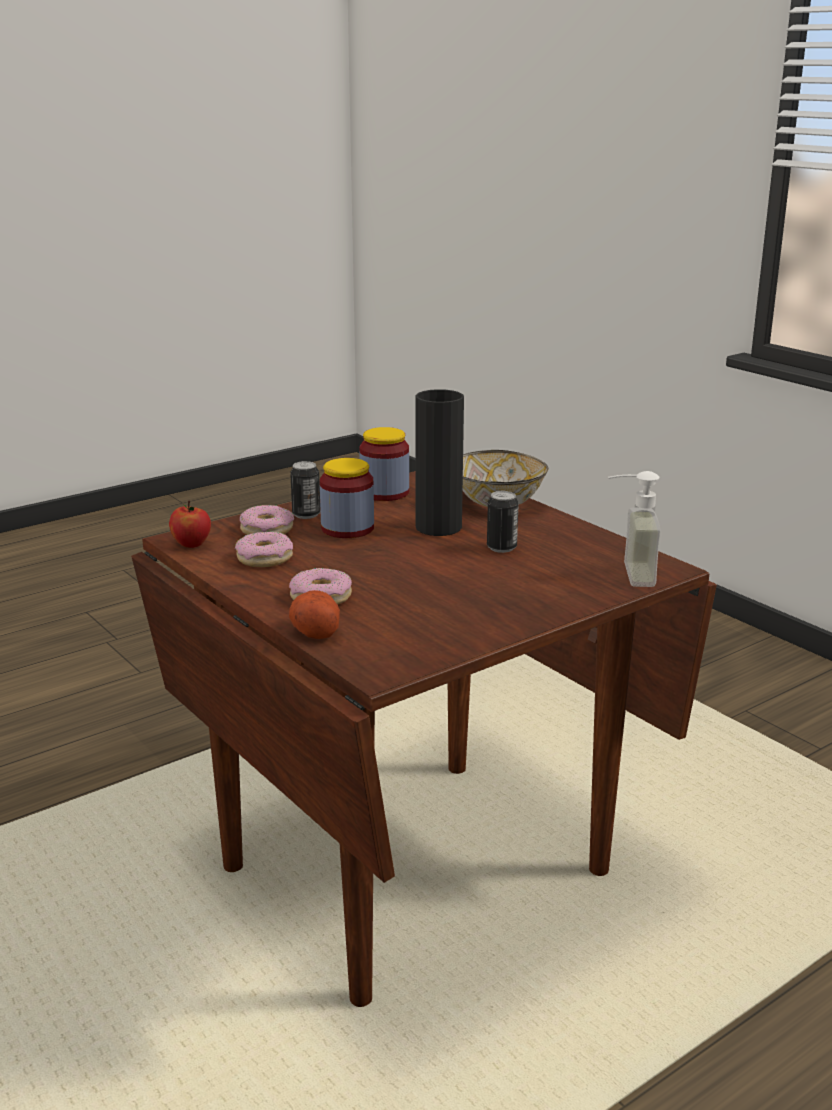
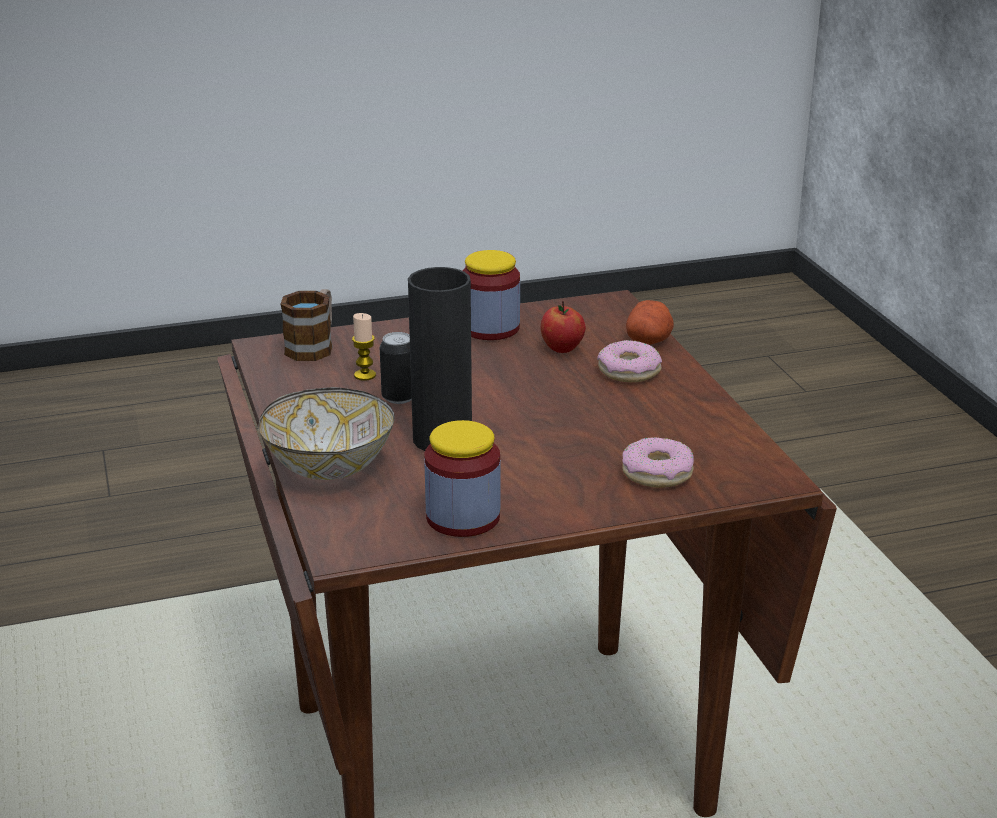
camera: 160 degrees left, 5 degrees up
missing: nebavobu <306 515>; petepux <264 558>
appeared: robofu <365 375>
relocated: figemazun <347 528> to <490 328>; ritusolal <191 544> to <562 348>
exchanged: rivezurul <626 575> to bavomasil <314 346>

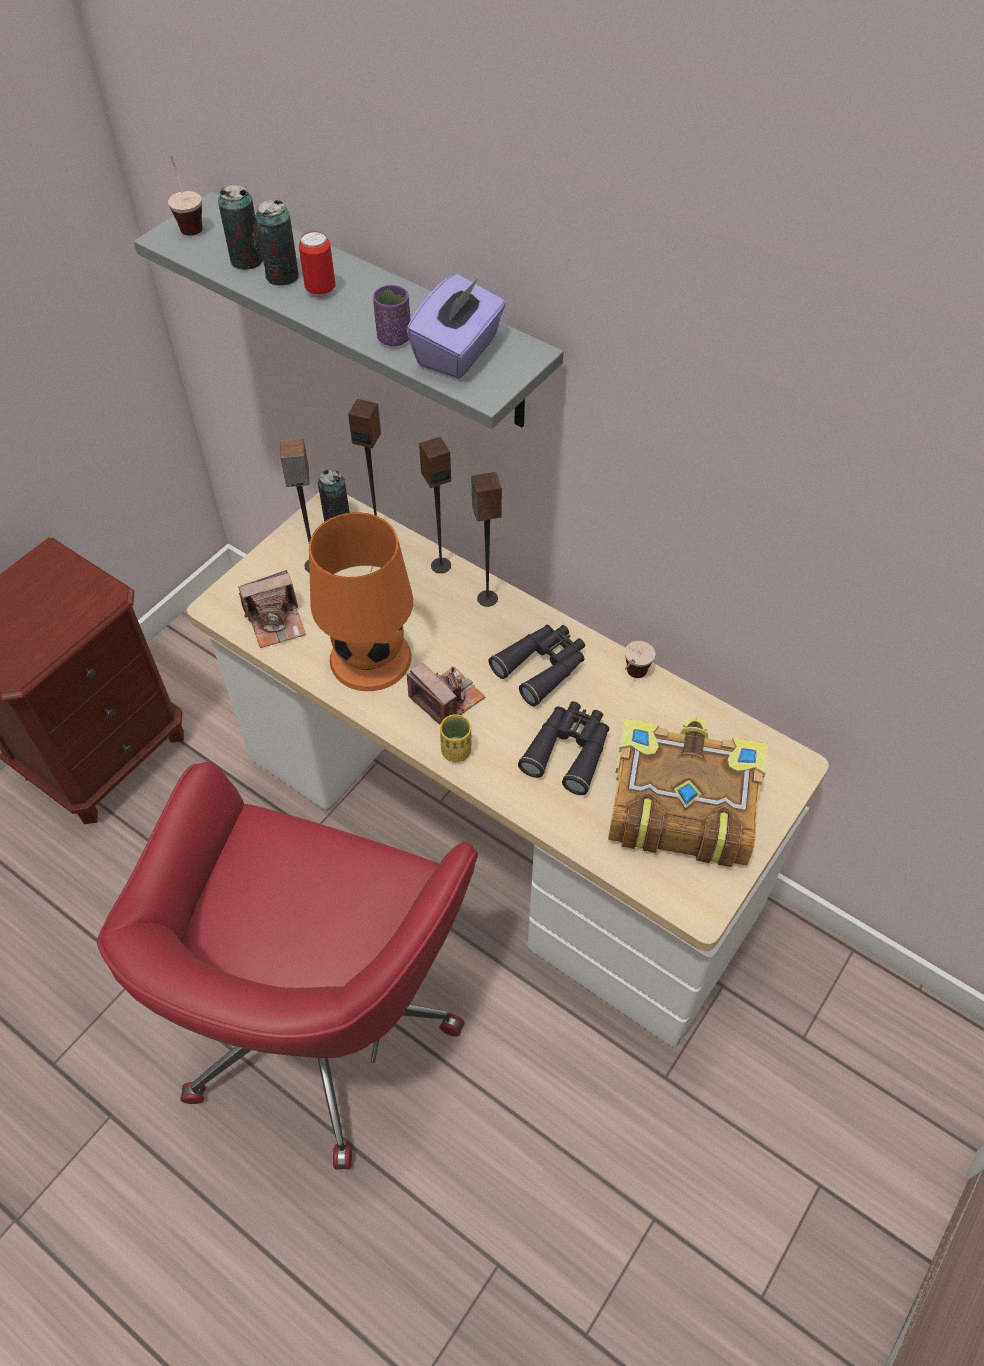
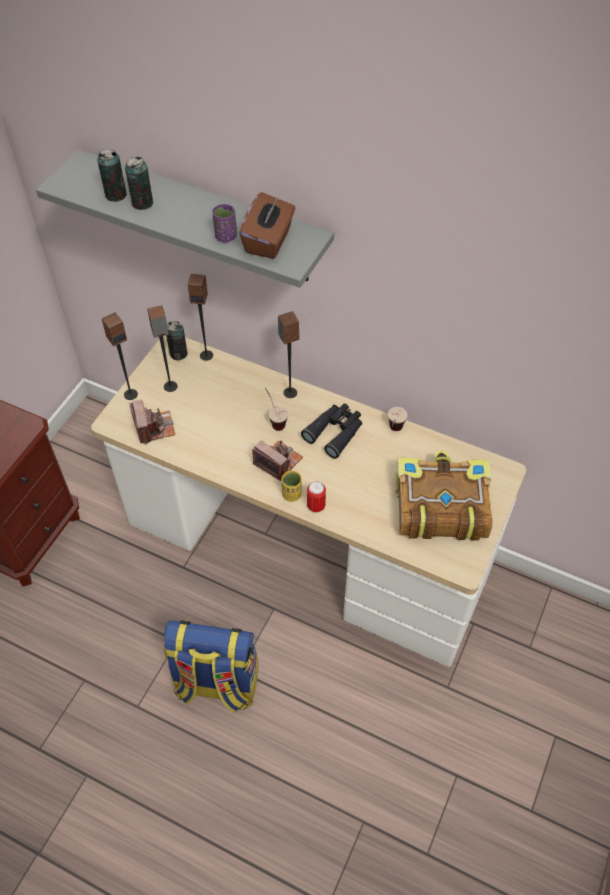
camera: 10 degrees left, 0 degrees up
missing: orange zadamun <369 658>; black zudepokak <569 750>
relocated: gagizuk <189 223> to <274 420>; nebavobu <320 290> to <316 506>; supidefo <440 565> to <130 394>
exchanged: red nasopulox <323 1012> to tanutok <216 684>
colour: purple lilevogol <458 352> to brown lilevogol <269 241>
spun: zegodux <276 622> = <154 427> 75 degrees counterclockwise

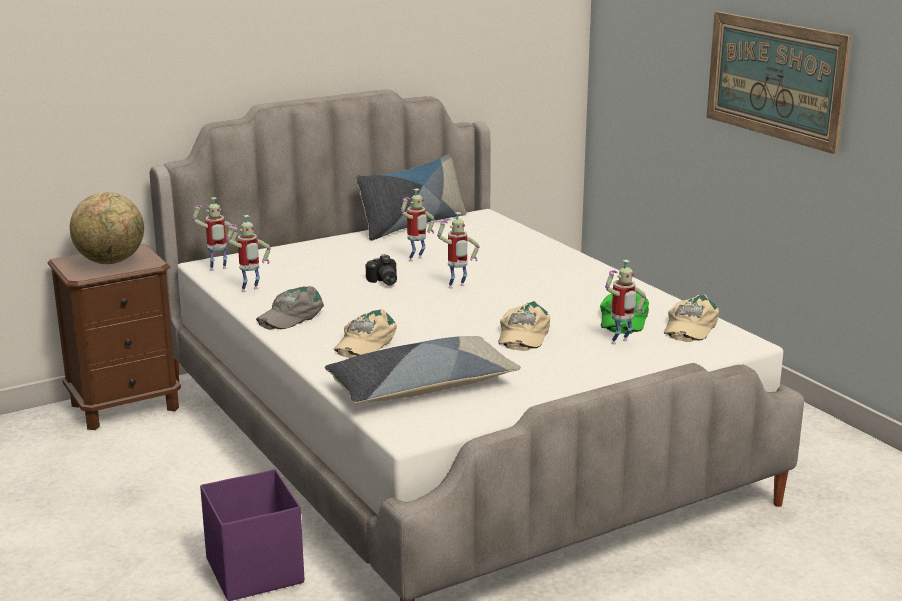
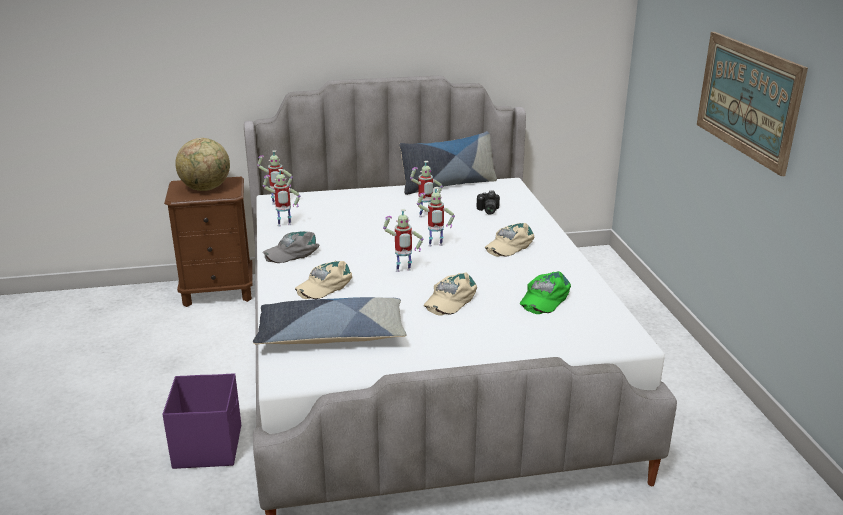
camera: 20 degrees right, 5 degrees up
relocated: zegodux <383 281> to <487 210>; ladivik <621 343> to <403 271>; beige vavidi <689 326> to <509 245>

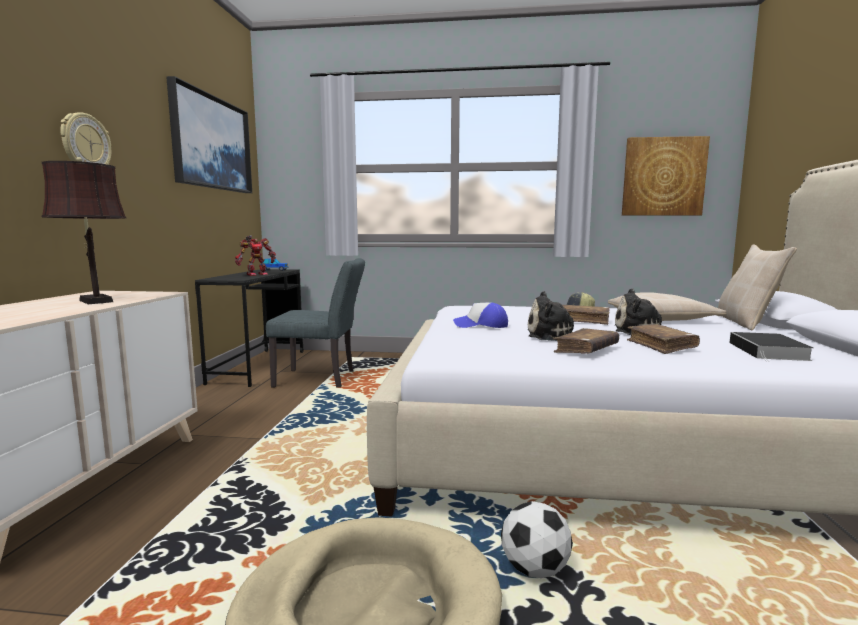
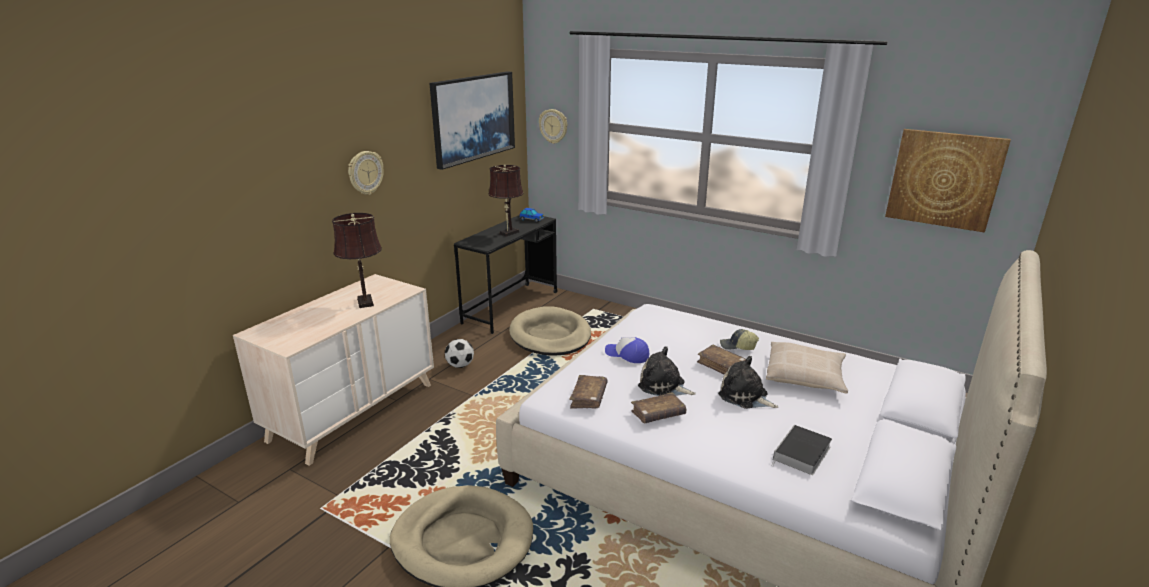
camera: 25 degrees right, 15 degrees up
missing: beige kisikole <747 323>
appeared: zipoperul <553 126>
relocated: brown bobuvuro <661 346> to <588 397>; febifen <535 569> to <460 365>
exchanged: ladivik <256 274> to brown zadamun <507 233>; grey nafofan <321 379> to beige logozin <550 335>

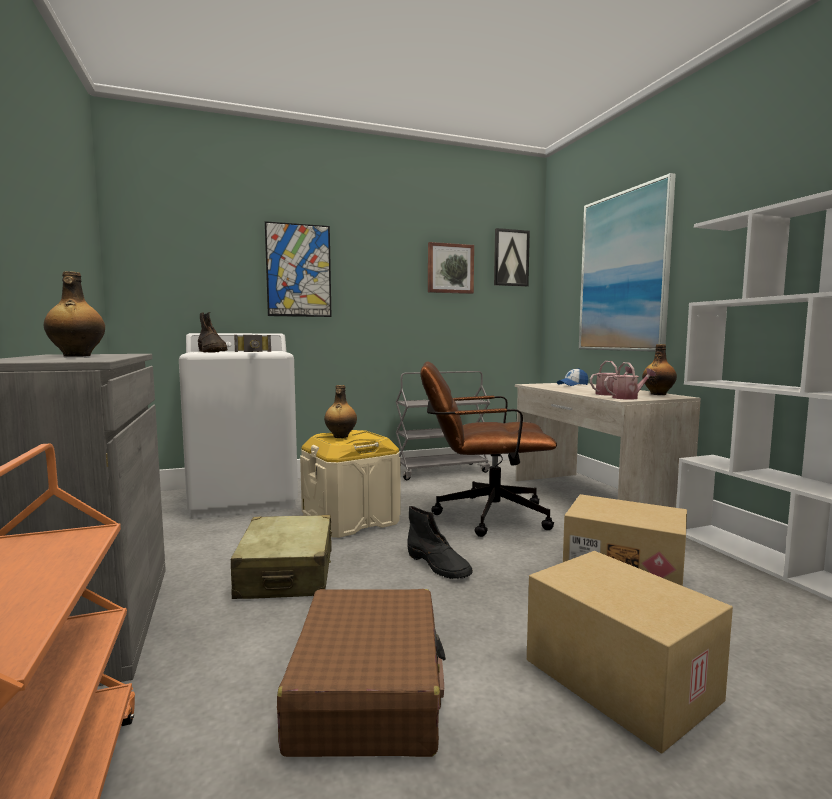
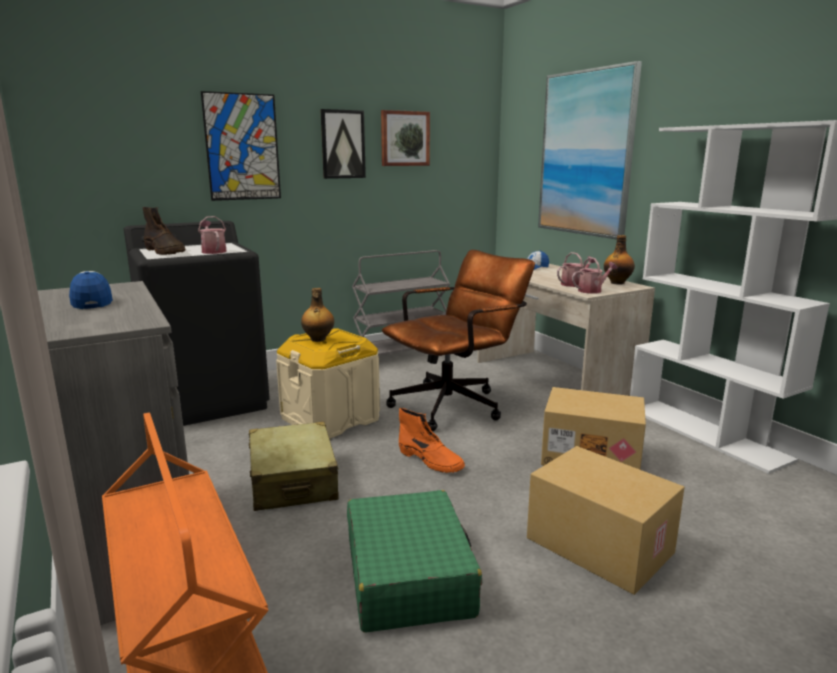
camera: 10 degrees left, 10 degrees up
relocated: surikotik <511 258> to <342 144>
exchanged: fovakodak <76 356> to vavidi <92 301>; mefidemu <254 352> to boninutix <213 251>
colour: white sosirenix <244 498> to black sosirenix <208 400>; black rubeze <438 565> to orange rubeze <431 460>; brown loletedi <368 689> to green loletedi <408 575>
spun: brown nasopulox <482 515> = <455 404> 150 degrees clockwise

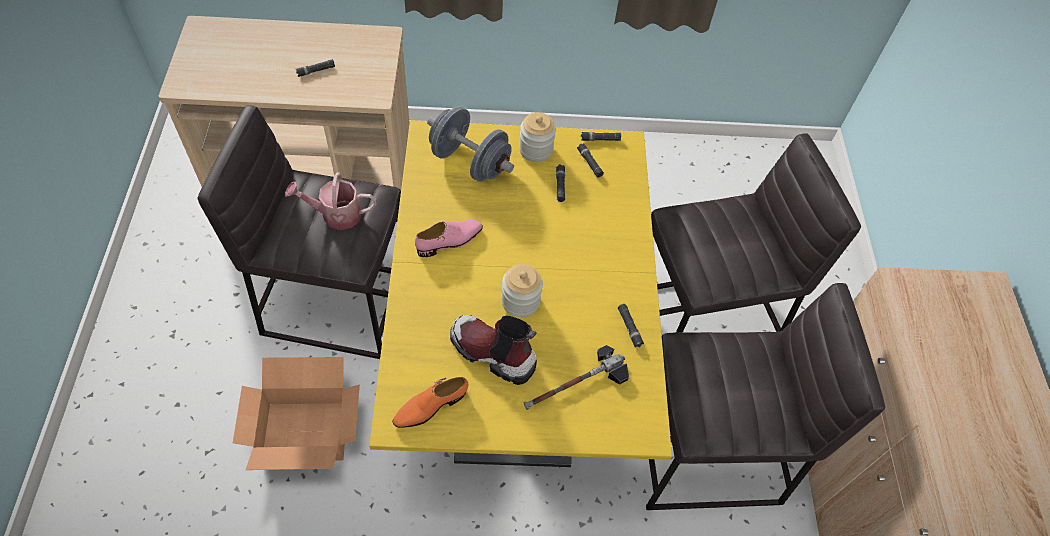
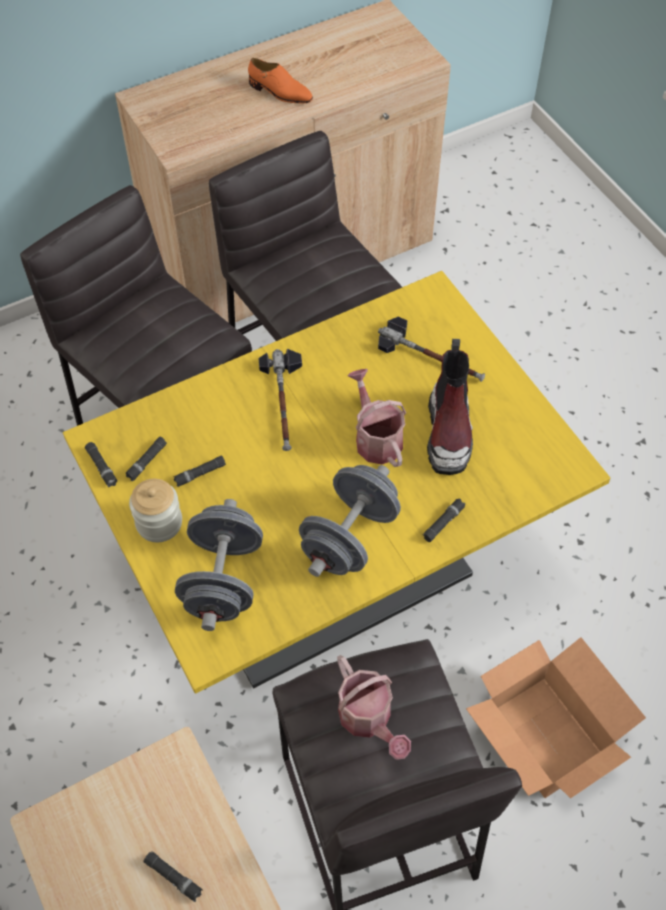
camera: 115 degrees left, 0 degrees up
appeared: mefidemu <284 402>
relocated: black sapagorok <629 327> to <443 523>; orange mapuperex <430 406> to <280 92>
exchanged: pink mapuperex <450 241> to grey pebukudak <349 537>; figemazun <520 301> to boninutix <376 438>

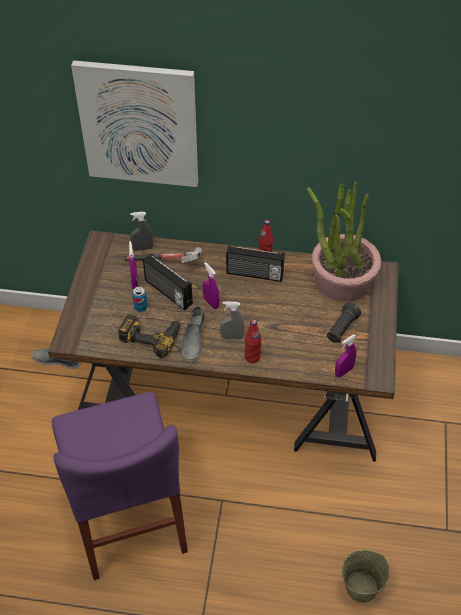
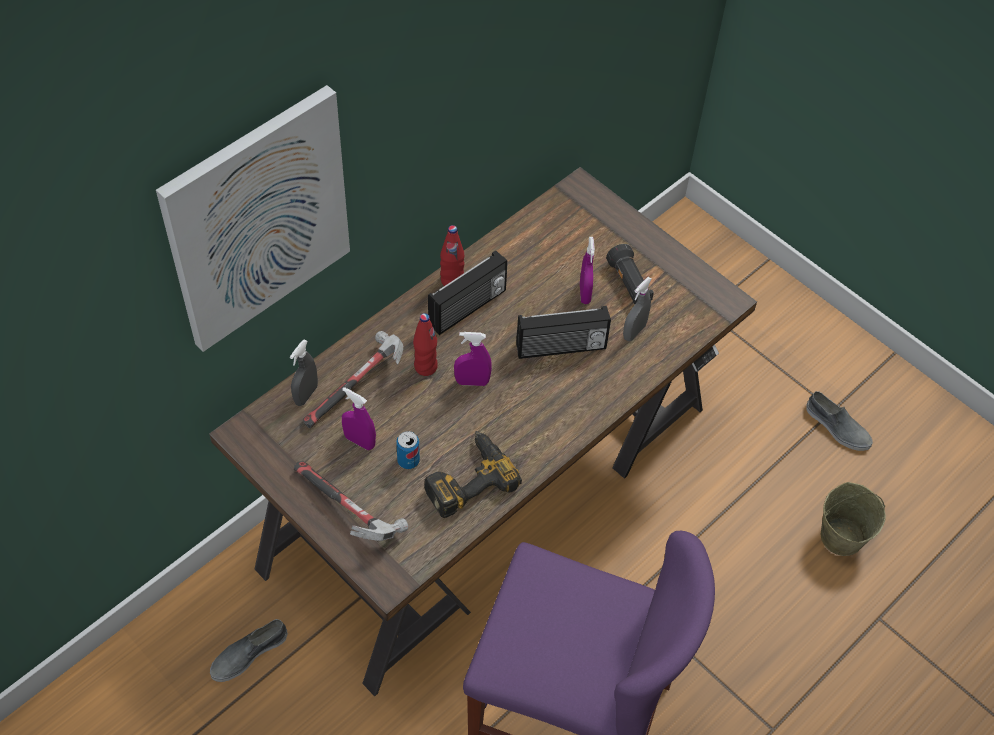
camera: 55 degrees left, 5 degrees up
missing: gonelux <342 280>
appeared: mefidemu <347 511>
relocated: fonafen <167 293> to <561 348>; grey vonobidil <232 337> to <634 332>; grey mapuperex <193 339> to <837 427>; red fovakodak <252 357> to <425 367>; purple vonobidil <343 371> to <584 293>

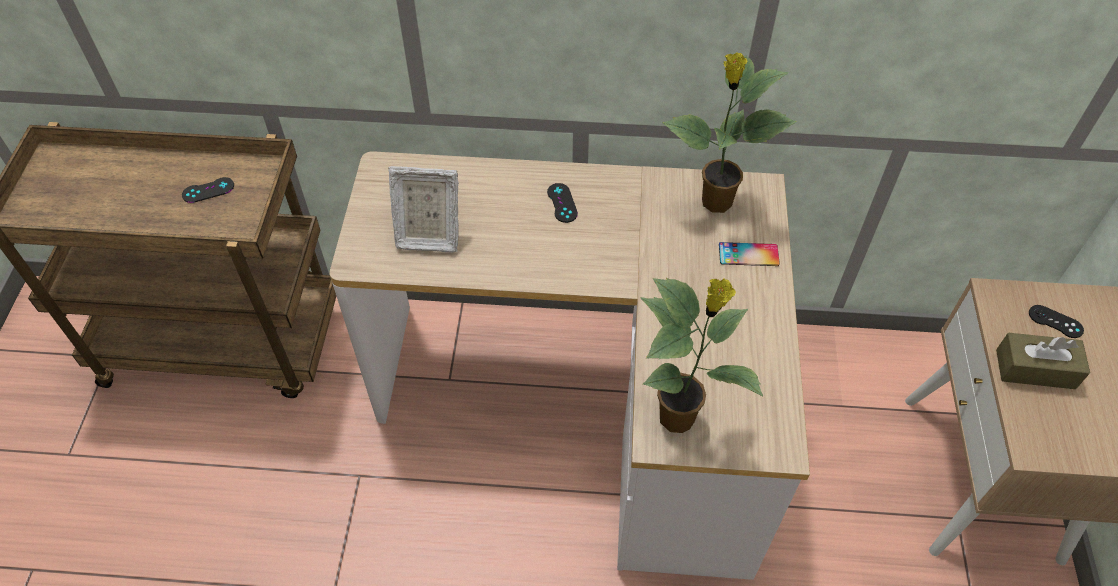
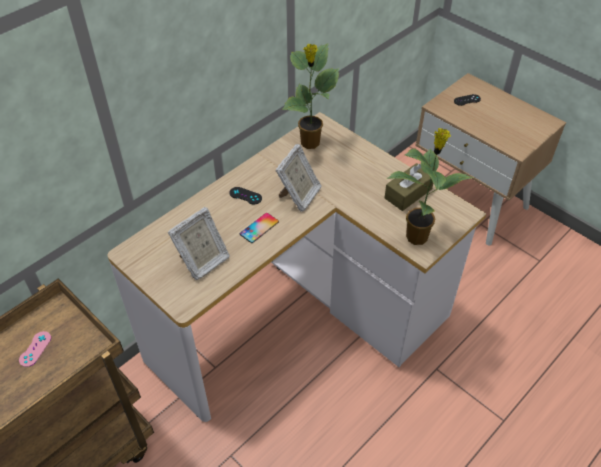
camera: 50 degrees left, 5 degrees down
appeared: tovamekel <299 196>
relocated: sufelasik <748 254> to <259 228>; brown lilevogol <1035 369> to <408 193>
colour: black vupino <208 190> to pink vupino <35 349>

